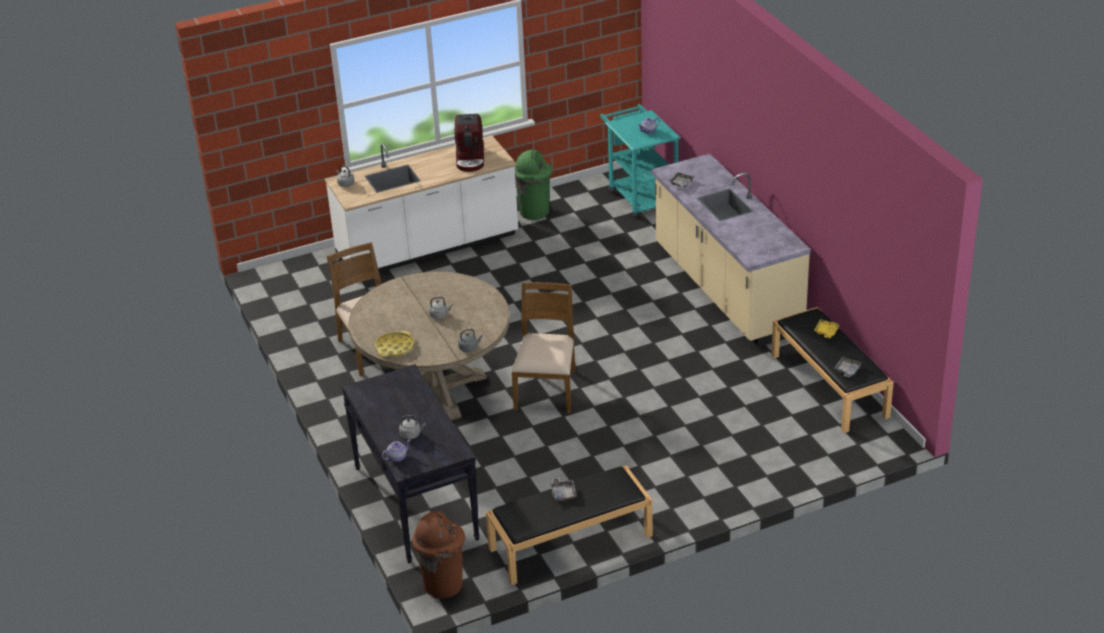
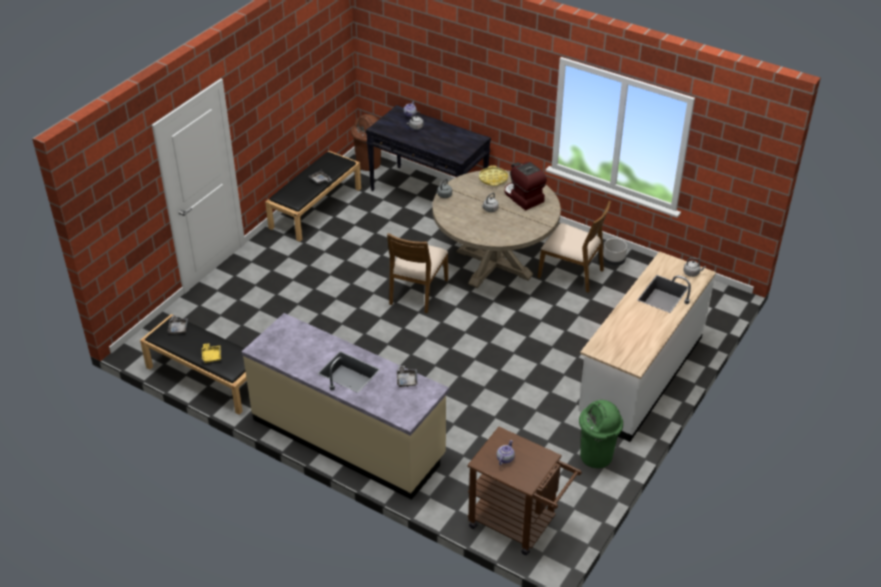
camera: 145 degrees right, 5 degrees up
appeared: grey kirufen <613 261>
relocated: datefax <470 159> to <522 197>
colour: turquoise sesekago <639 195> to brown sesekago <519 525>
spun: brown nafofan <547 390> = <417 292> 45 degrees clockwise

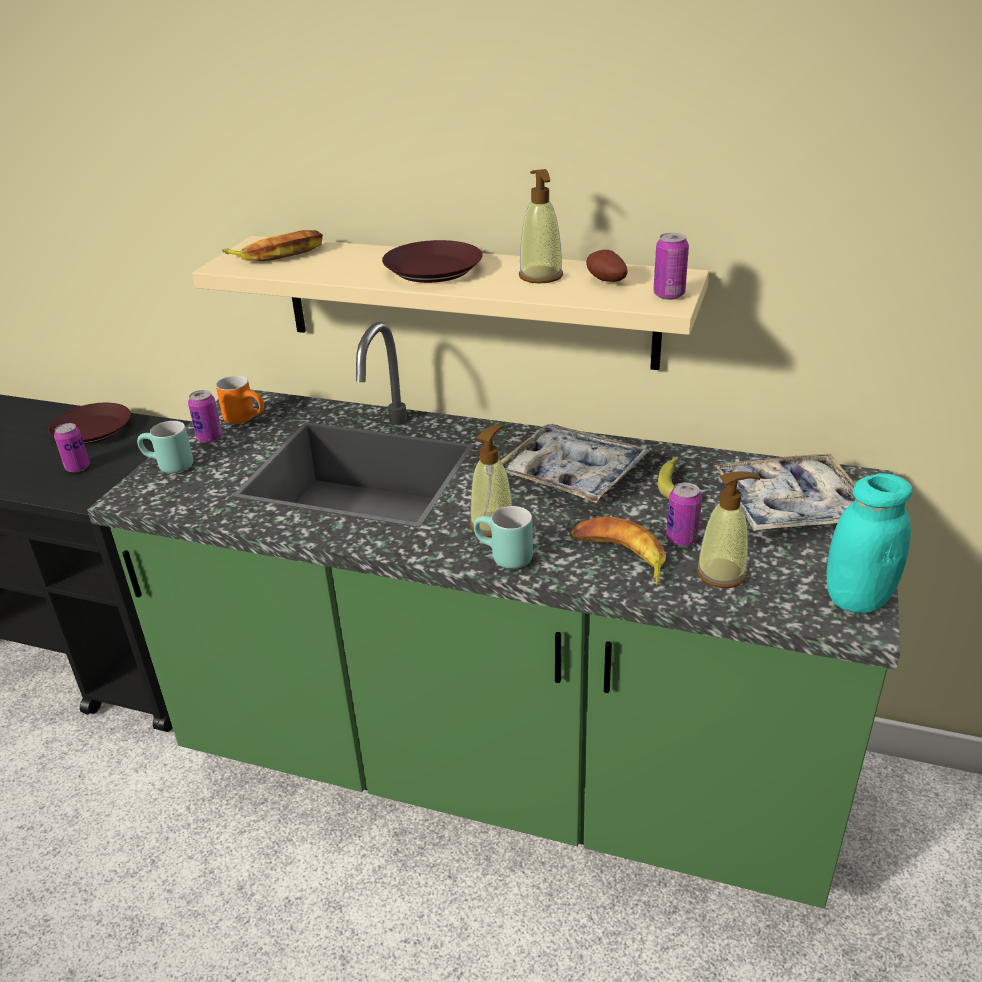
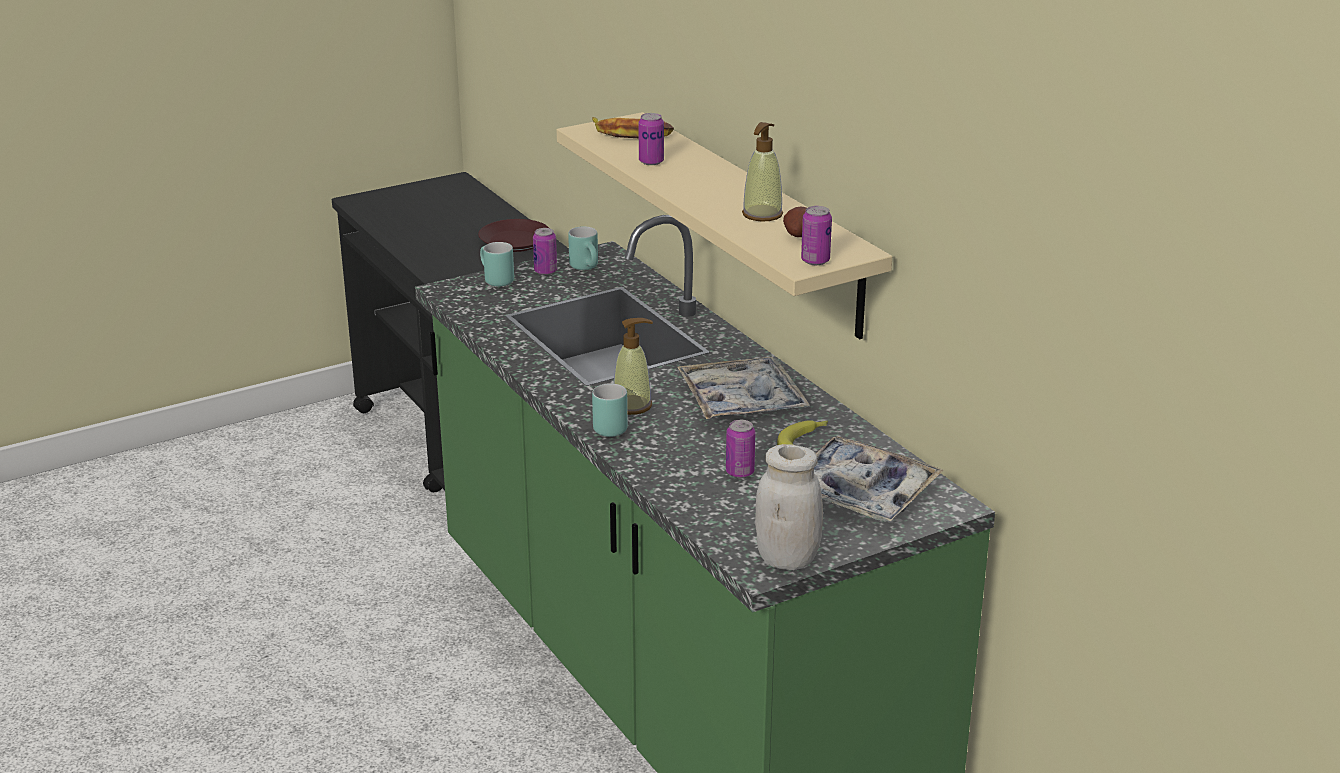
camera: 40 degrees right, 5 degrees down
missing: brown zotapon <432 270>; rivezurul <721 573>; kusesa <619 556>
relocated: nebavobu <78 467> to <651 162>
colour: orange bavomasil <247 418> to turquoise bavomasil <588 268>; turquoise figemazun <857 598> to white figemazun <787 559>

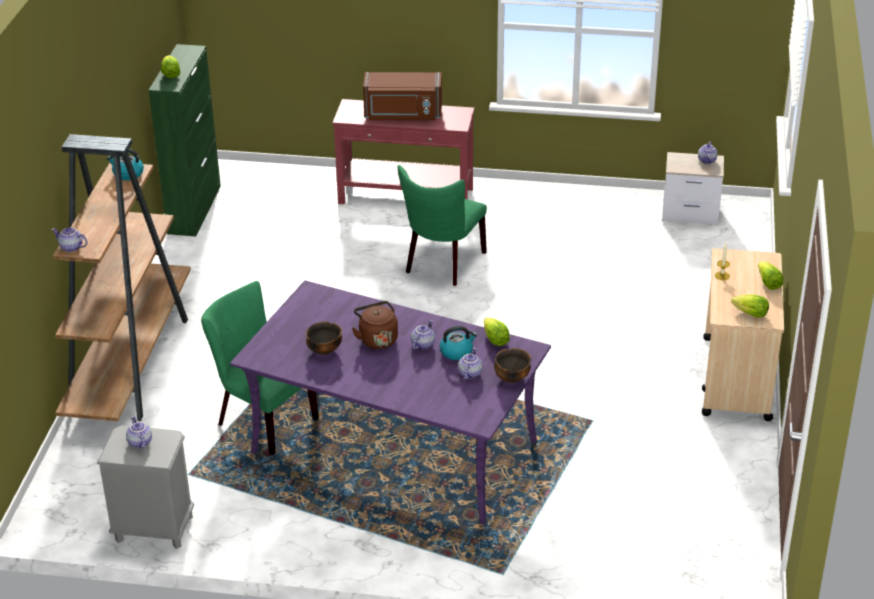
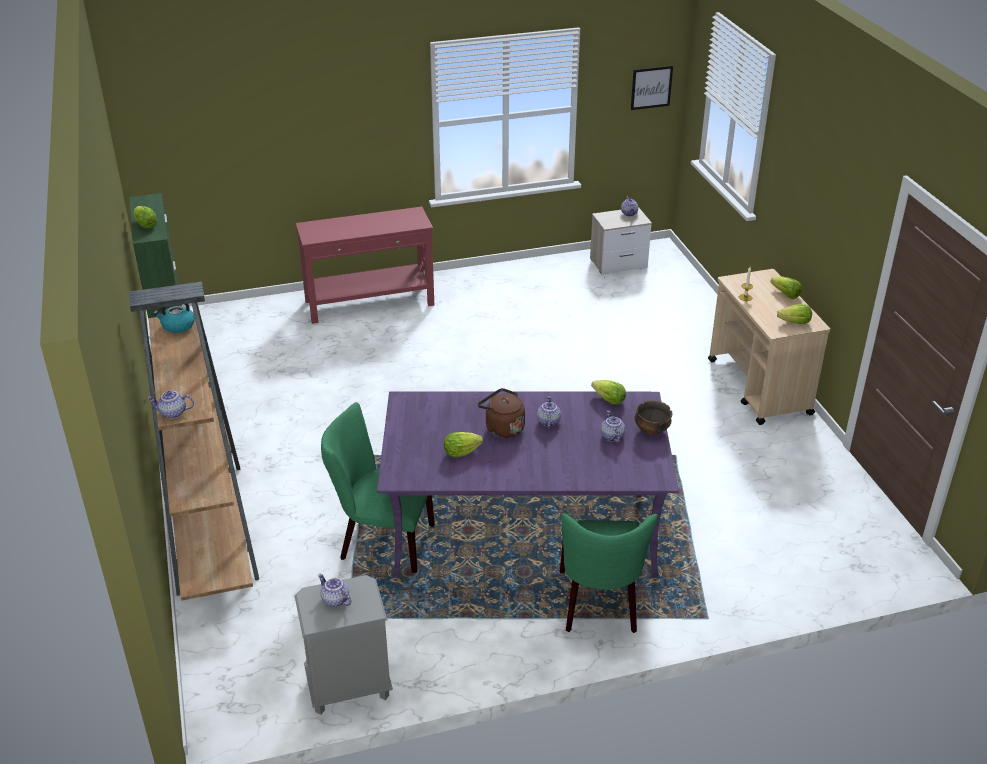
camera: 25 degrees left, 0 degrees up
missing: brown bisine <403 115>; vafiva <457 352>
appeared: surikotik <651 87>
relocated: green nafofan <442 264> to <599 606>
exchanged: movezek <324 350> to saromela <461 452>

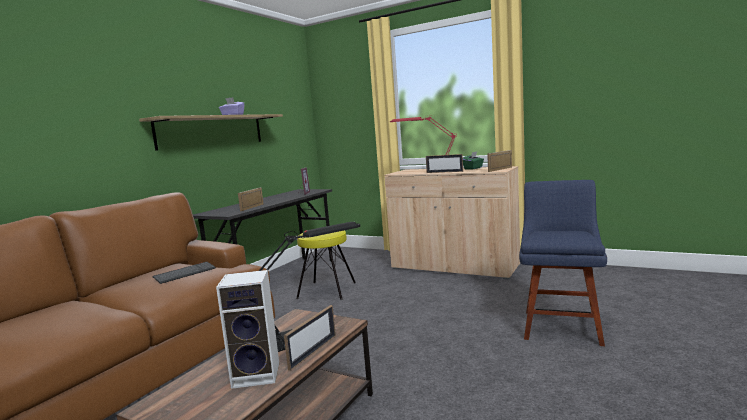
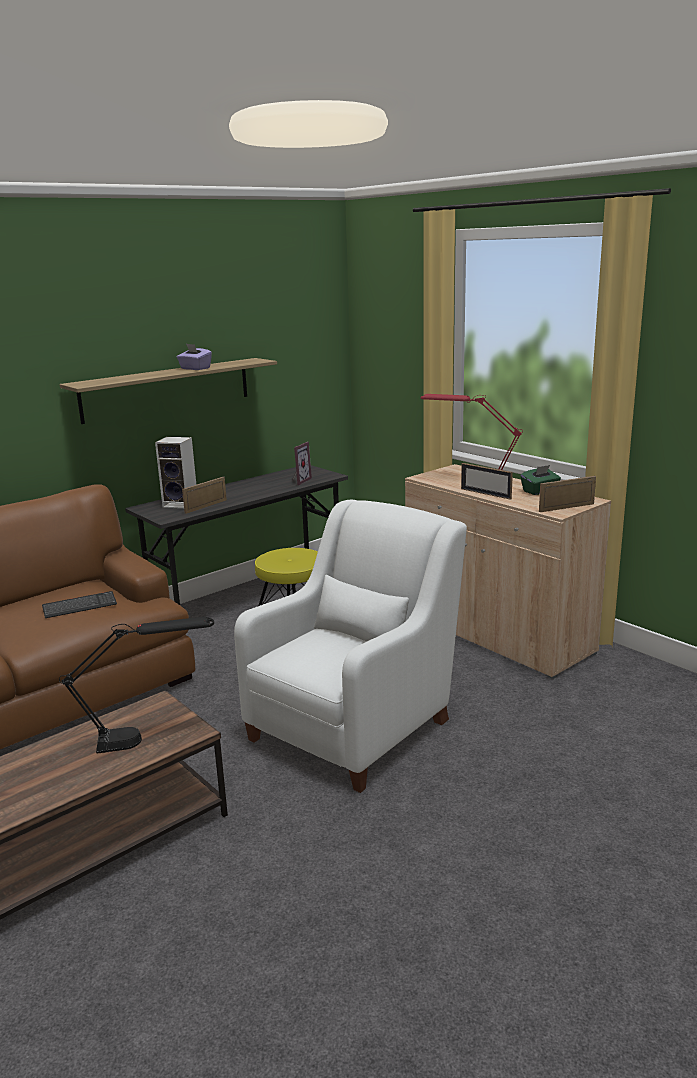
camera: 20 degrees right, 10 degrees up
missing: blue nafofan <561 325>; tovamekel <313 351>
appeared: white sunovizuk <355 725>
relocated: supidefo <258 374> to <182 504>

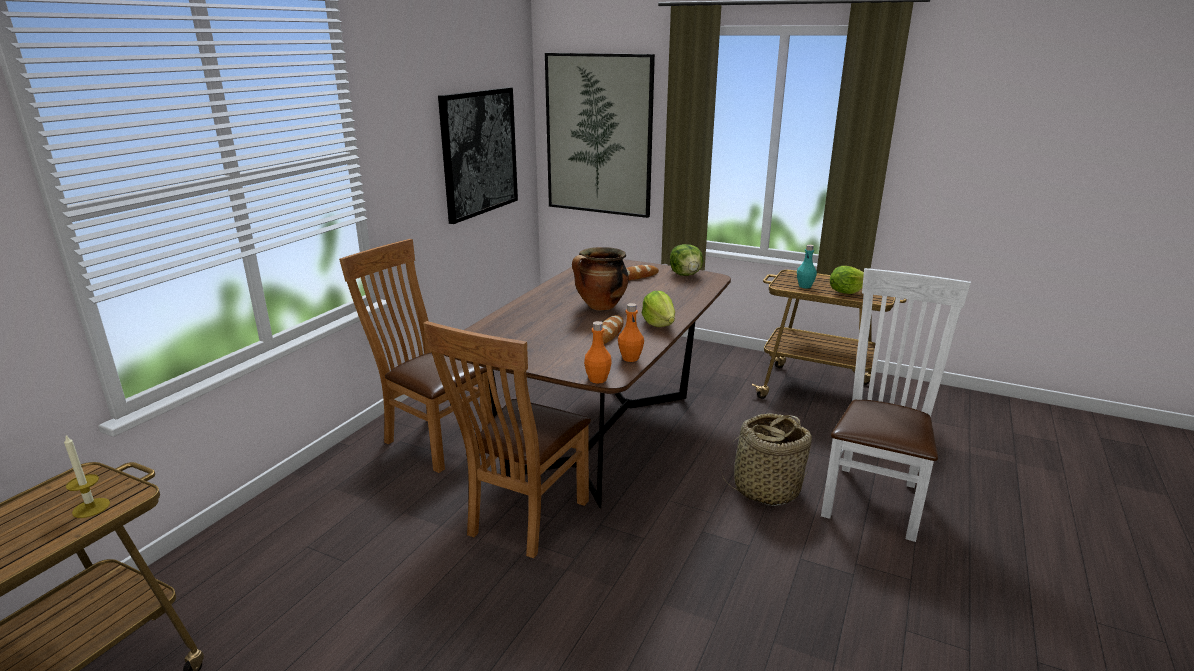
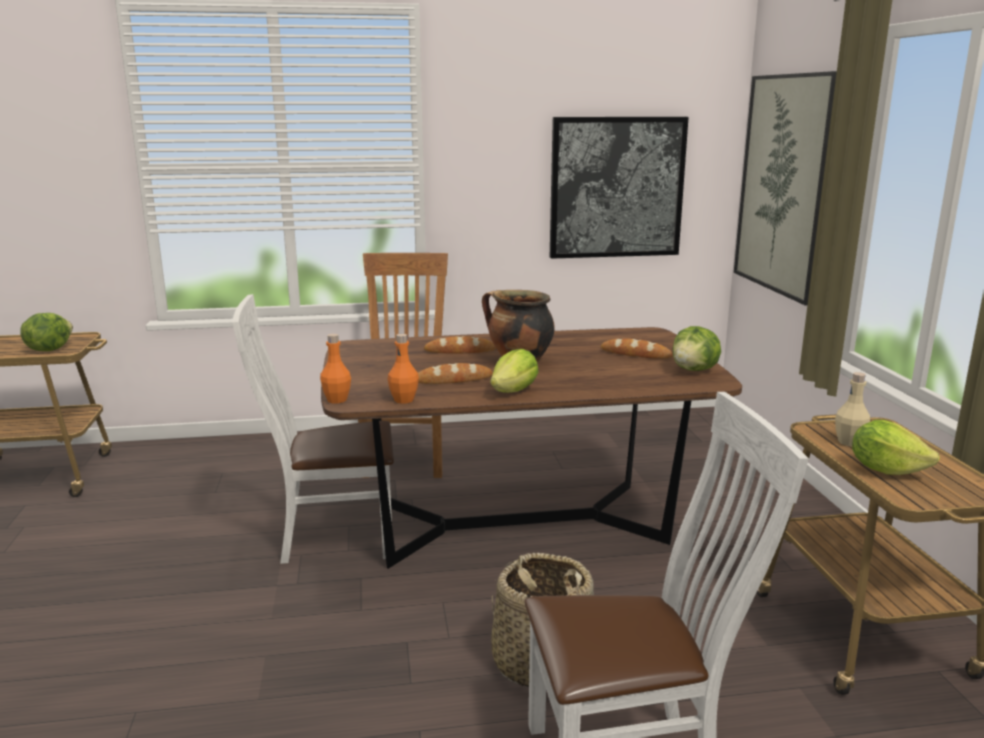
camera: 55 degrees right, 5 degrees down
appeared: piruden <460 351>
exchanged: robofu <91 508> to saromela <49 349>
colour: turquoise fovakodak <805 286> to beige fovakodak <849 442>; brown nafofan <522 520> to white nafofan <329 538>

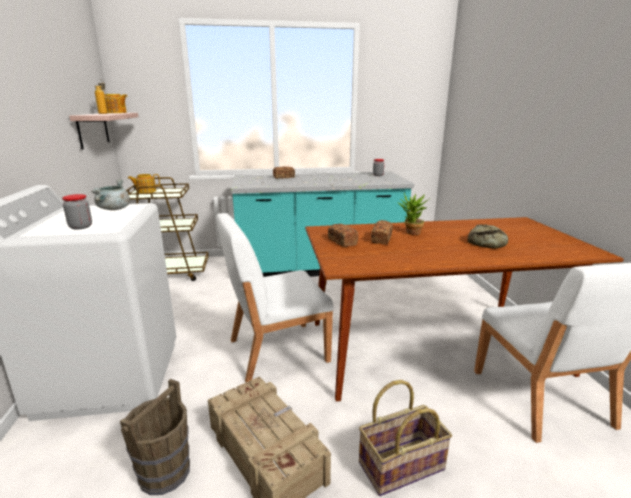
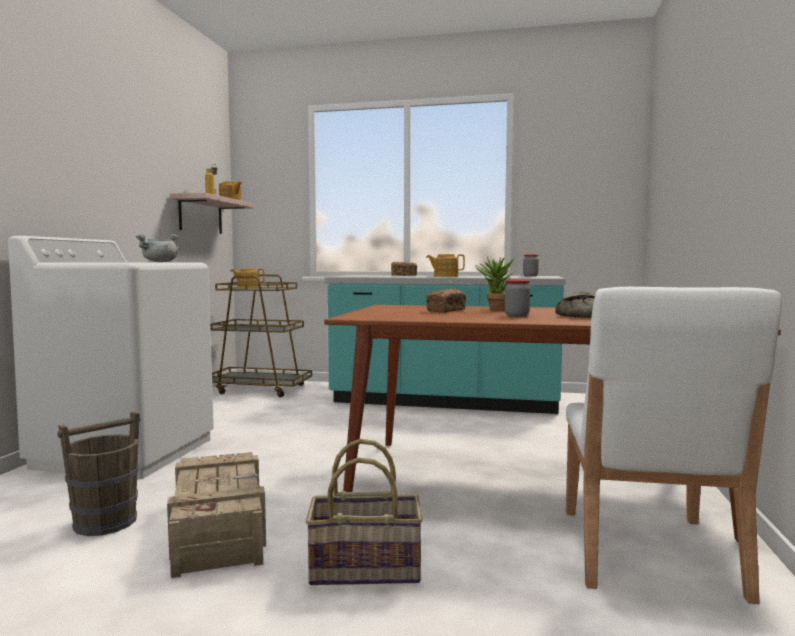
camera: 20 degrees right, 15 degrees down
missing: white nafofan <276 350>; piruden <342 242>
appeared: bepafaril <445 276>
relocated: figemazun <81 227> to <516 315>

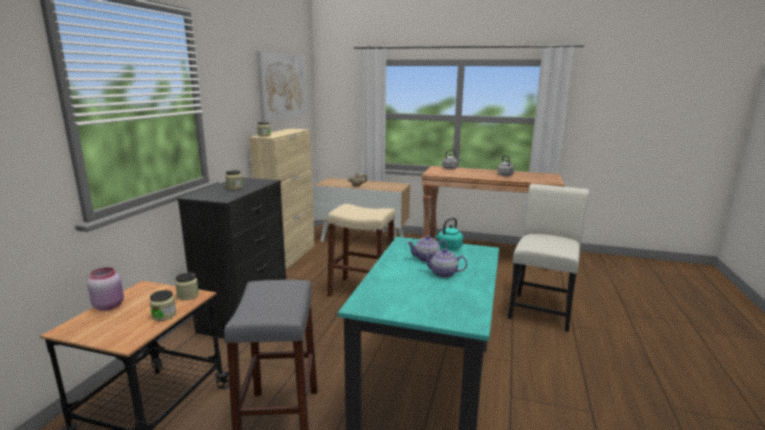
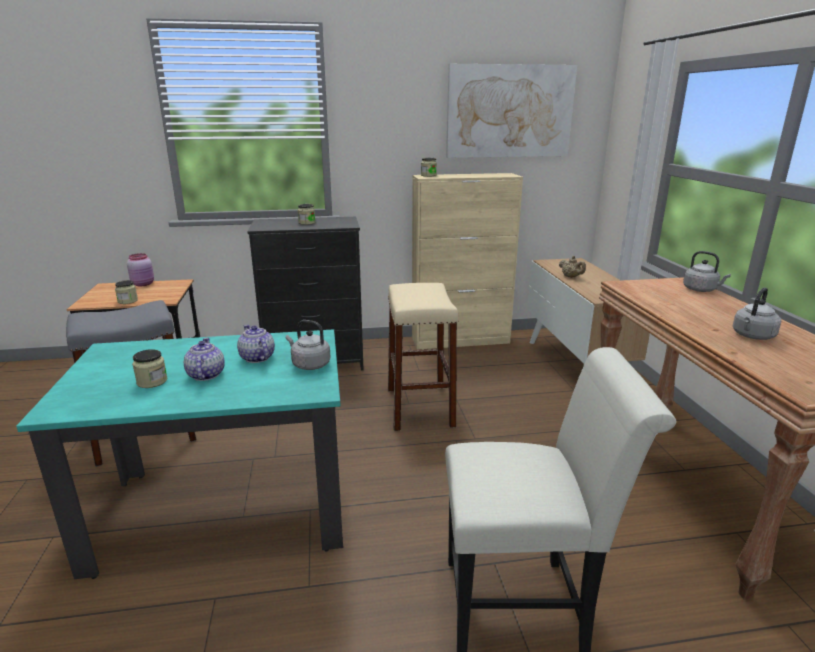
camera: 65 degrees right, 5 degrees up
relocated: figemazun <188 295> to <152 381>
colour: turquoise vafiva <448 248> to grey vafiva <309 364>

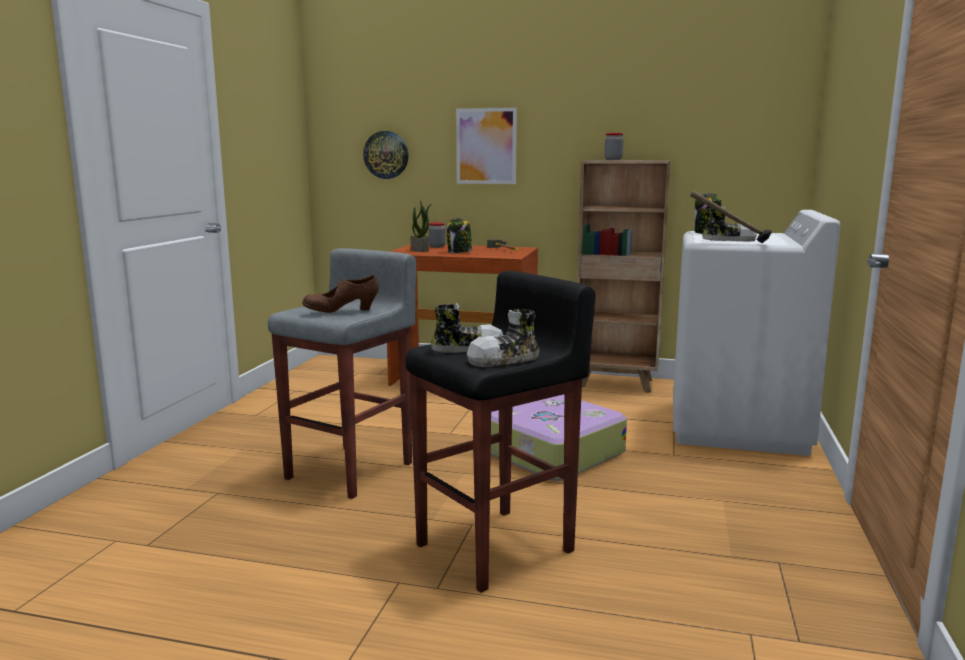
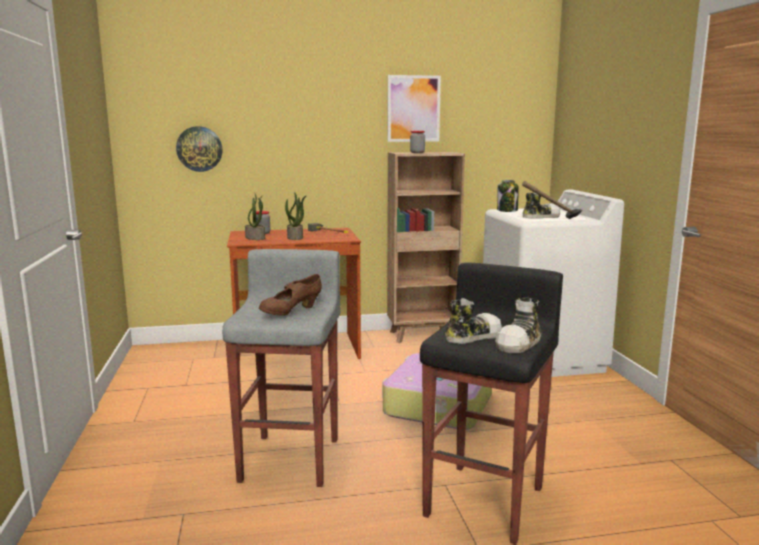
camera: 25 degrees left, 0 degrees up
relocated: surikotik <486 146> to <413 108>
exchanged: figemazun <459 252> to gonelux <295 238>

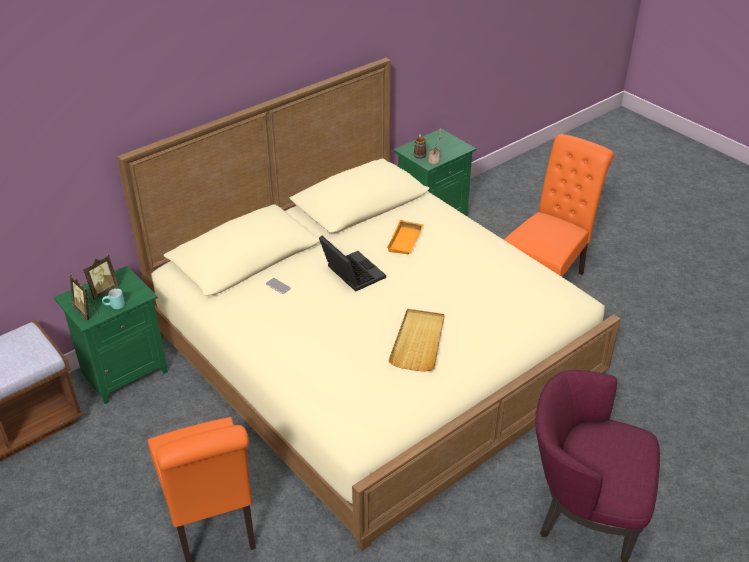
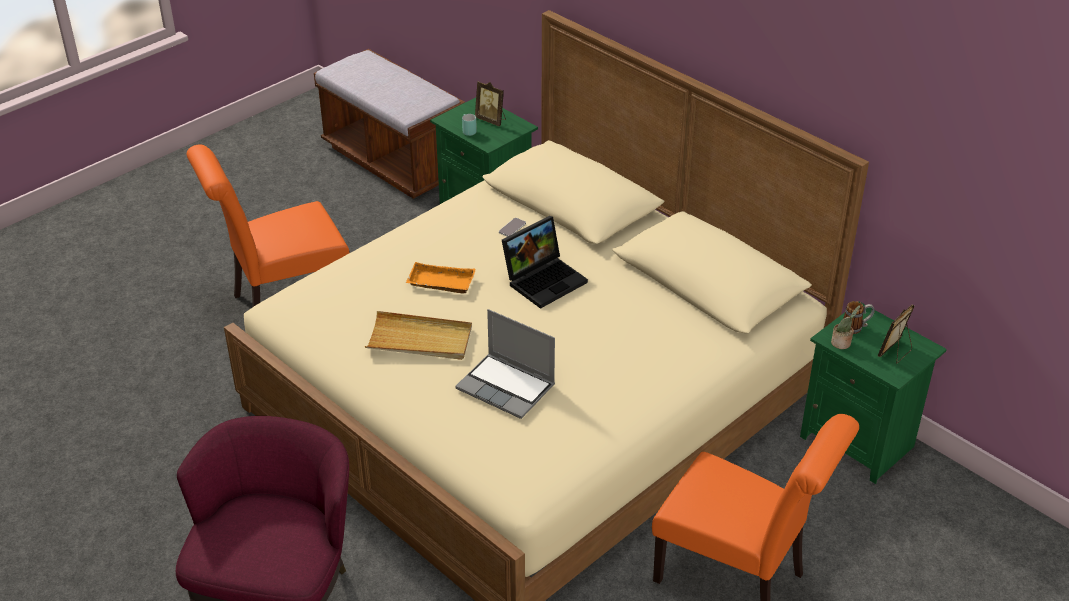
camera: 85 degrees right, 0 degrees up
appeared: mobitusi <507 387>
relocated: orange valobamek <406 241> to <439 283>; tovamekel <86 311> to <895 352>

